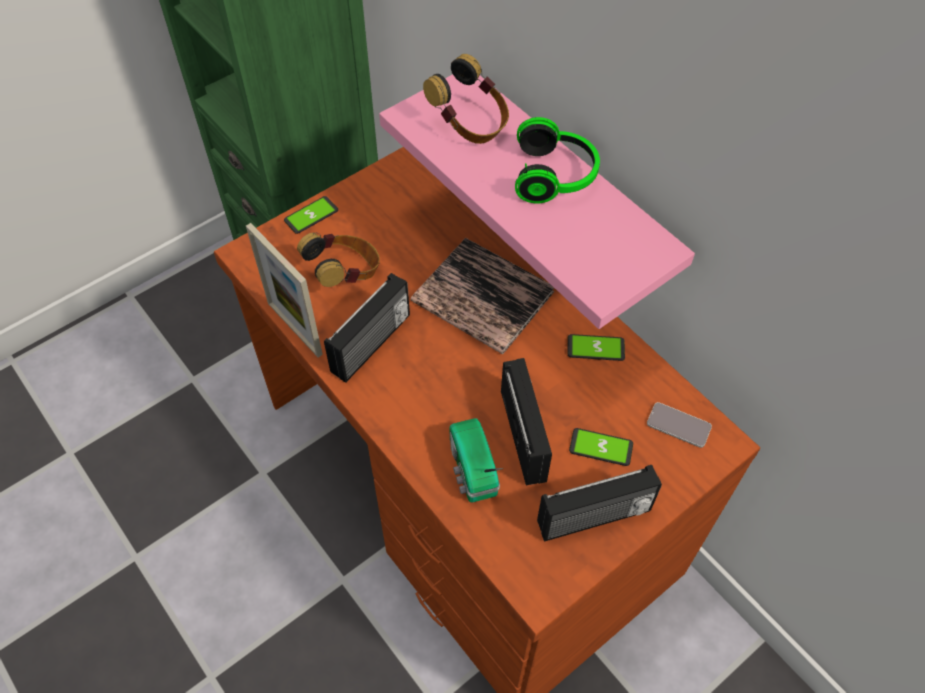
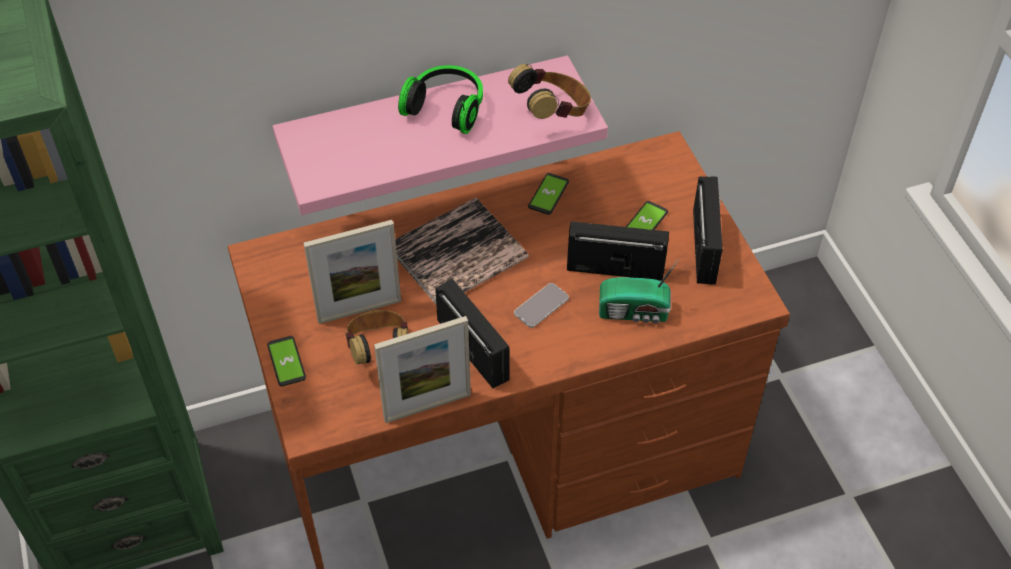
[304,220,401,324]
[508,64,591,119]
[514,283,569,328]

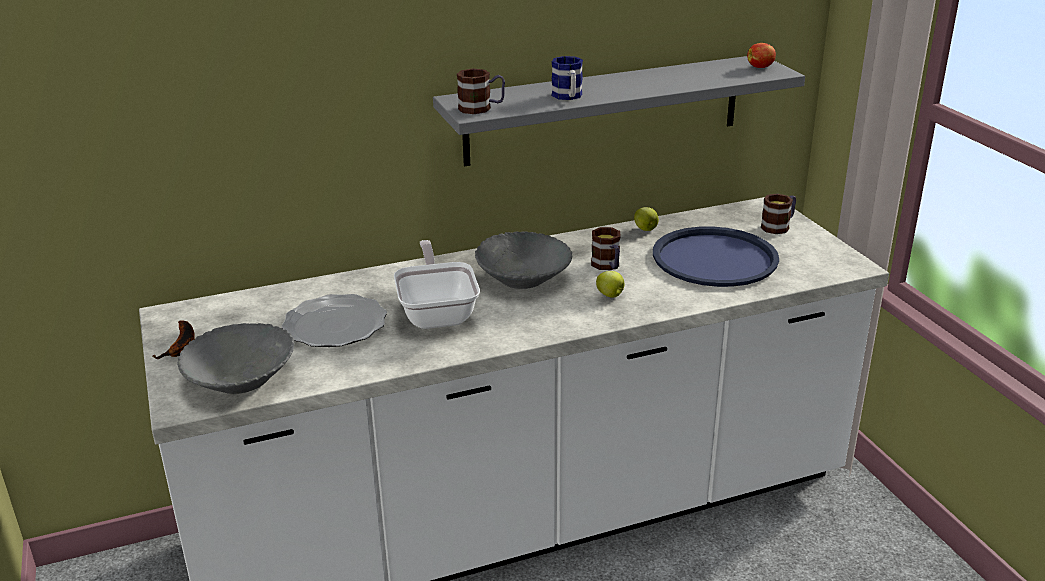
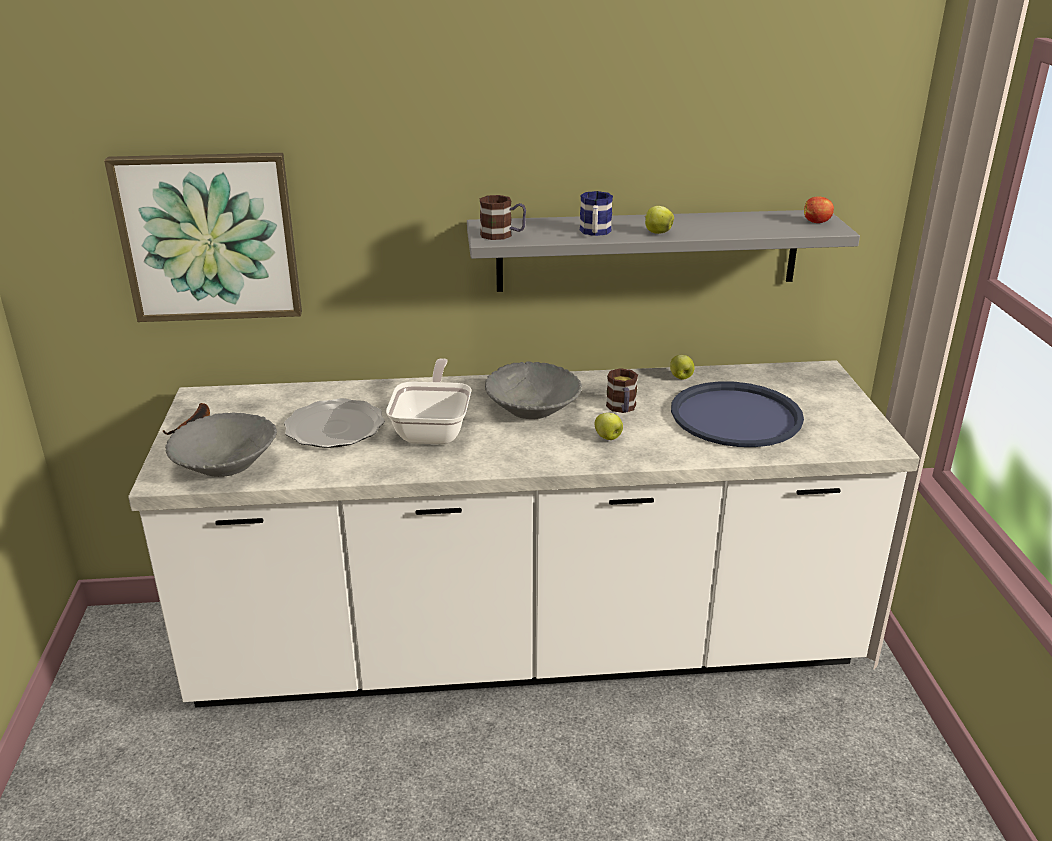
[104,153,302,322]
[645,206,674,234]
[760,194,796,234] (first image)

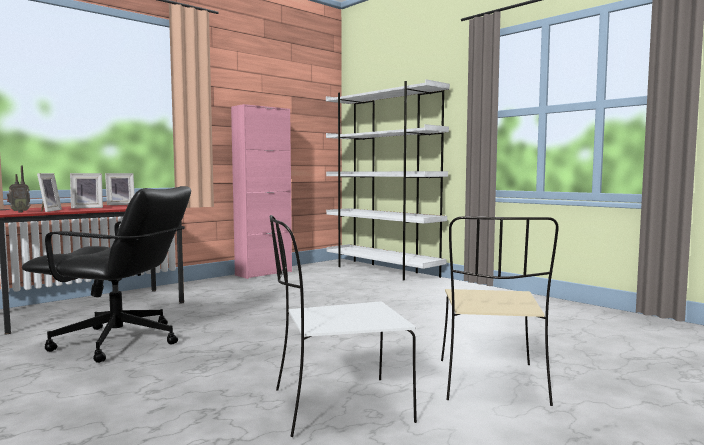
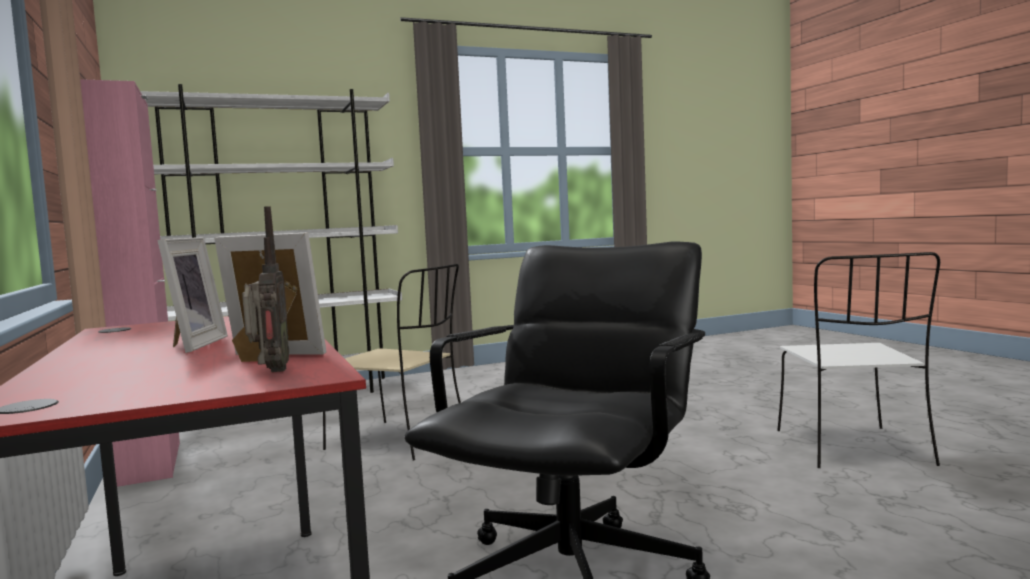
[323,264,461,461]
[105,173,135,205] (first image)

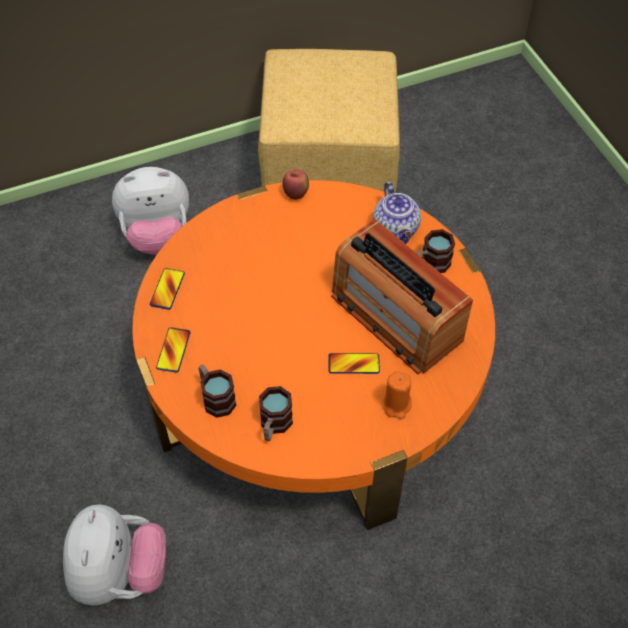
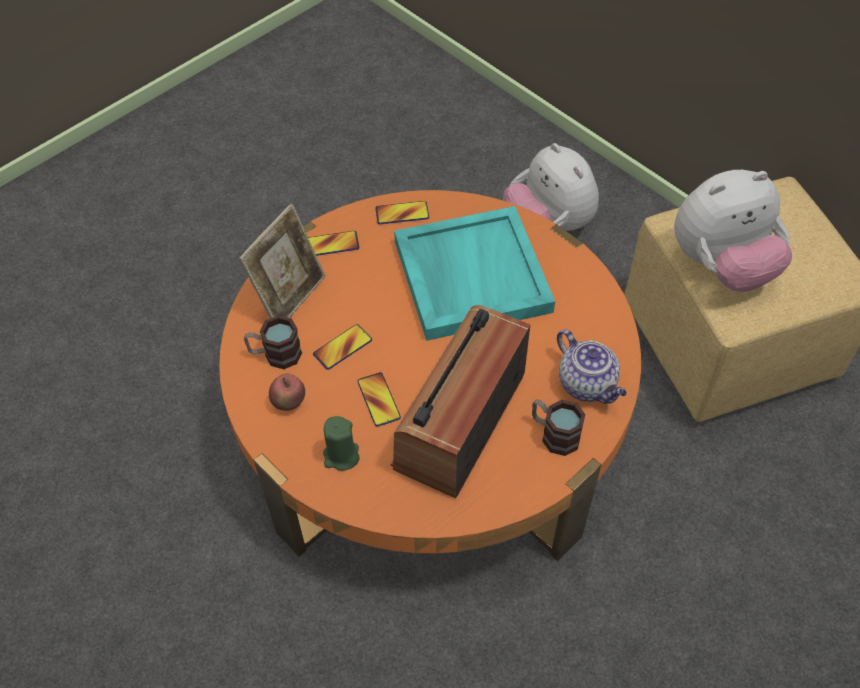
[239,204,326,318]
[269,374,305,411]
[313,324,372,370]
[323,416,359,471]
[394,206,555,341]
[557,329,627,404]
[674,170,792,292]

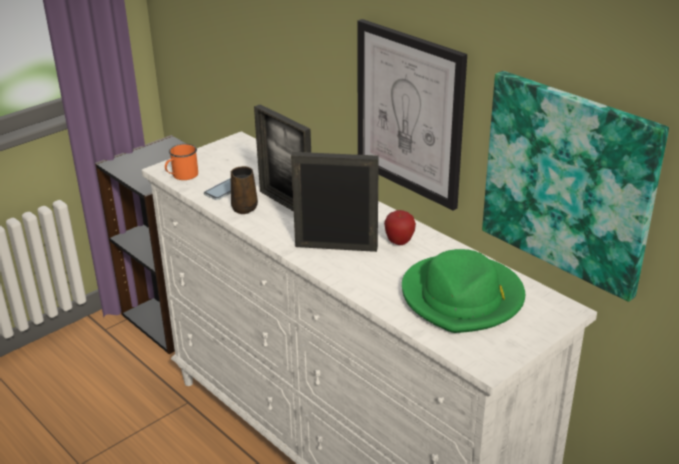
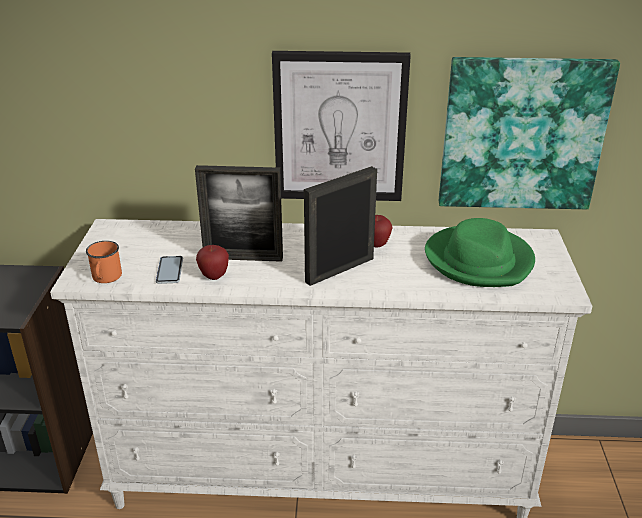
[196,245,229,280]

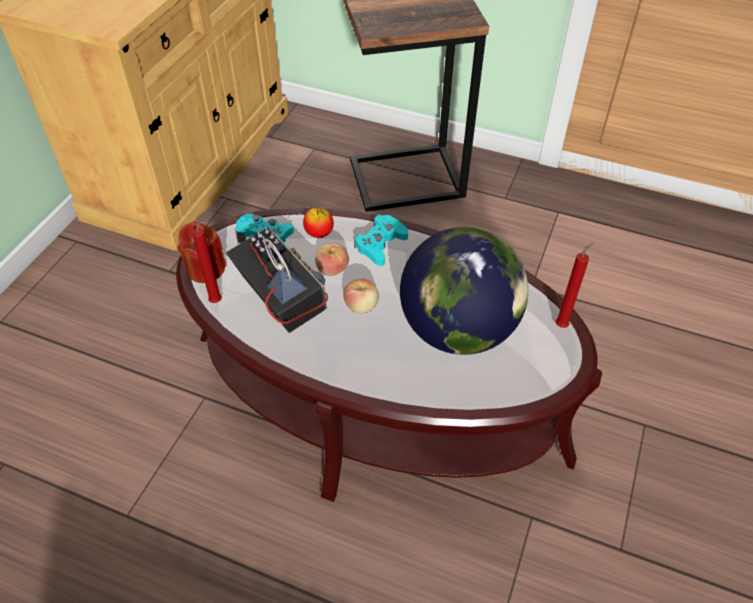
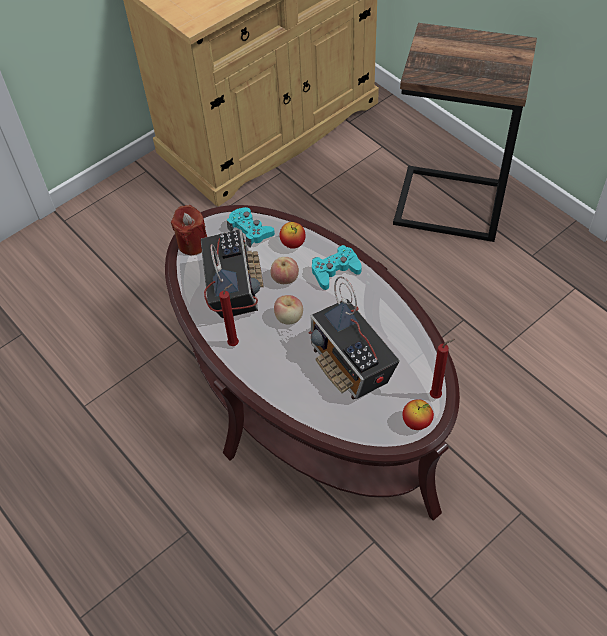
[219,284,239,346]
[309,276,400,400]
[402,399,434,430]

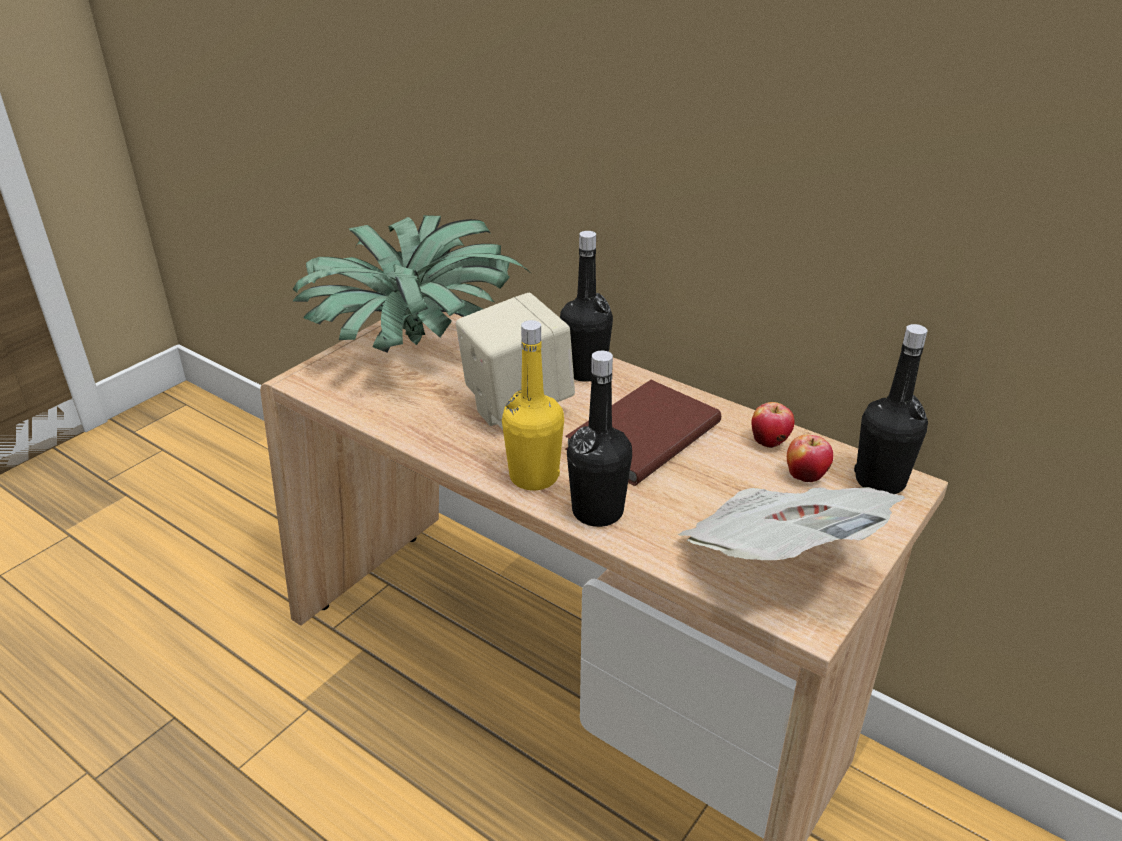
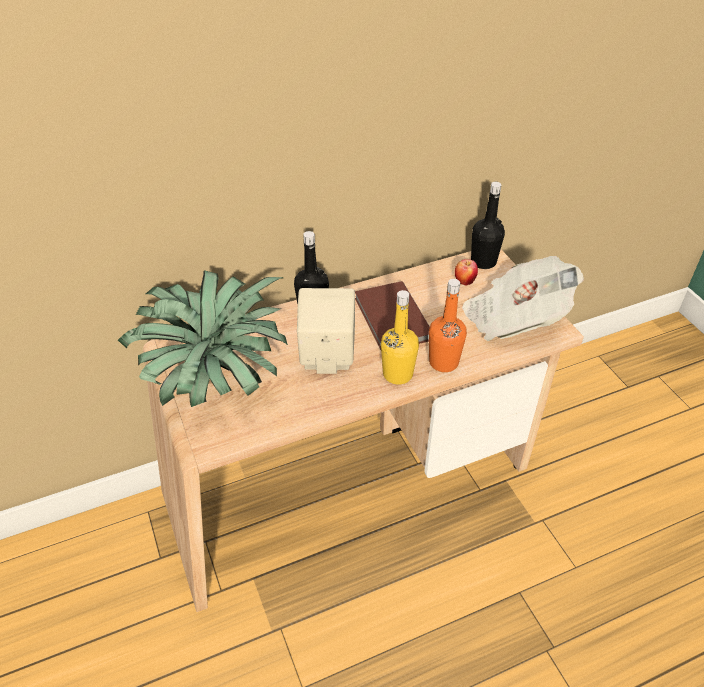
[429,279,467,372]
[751,402,795,448] (first image)

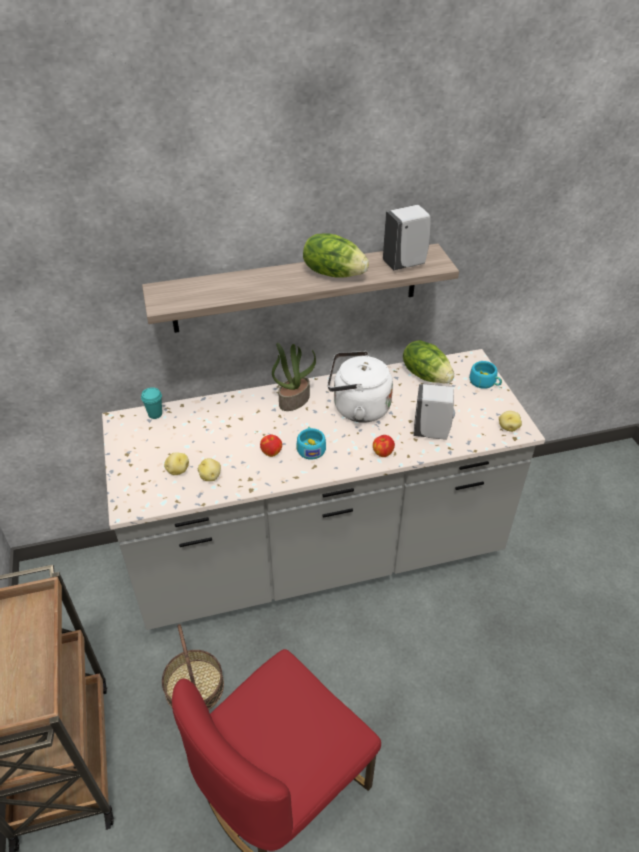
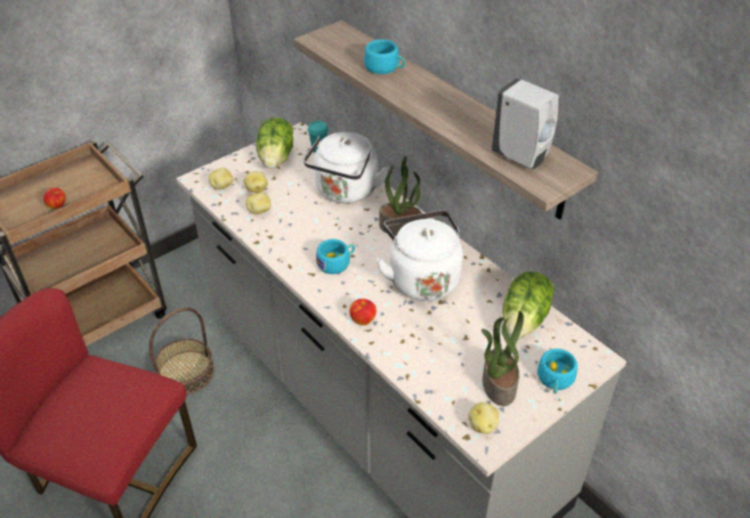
[43,187,66,209]
[208,168,233,190]
[256,118,293,169]
[304,132,389,203]
[364,39,406,74]
[481,311,524,406]
[414,384,455,440] (first image)

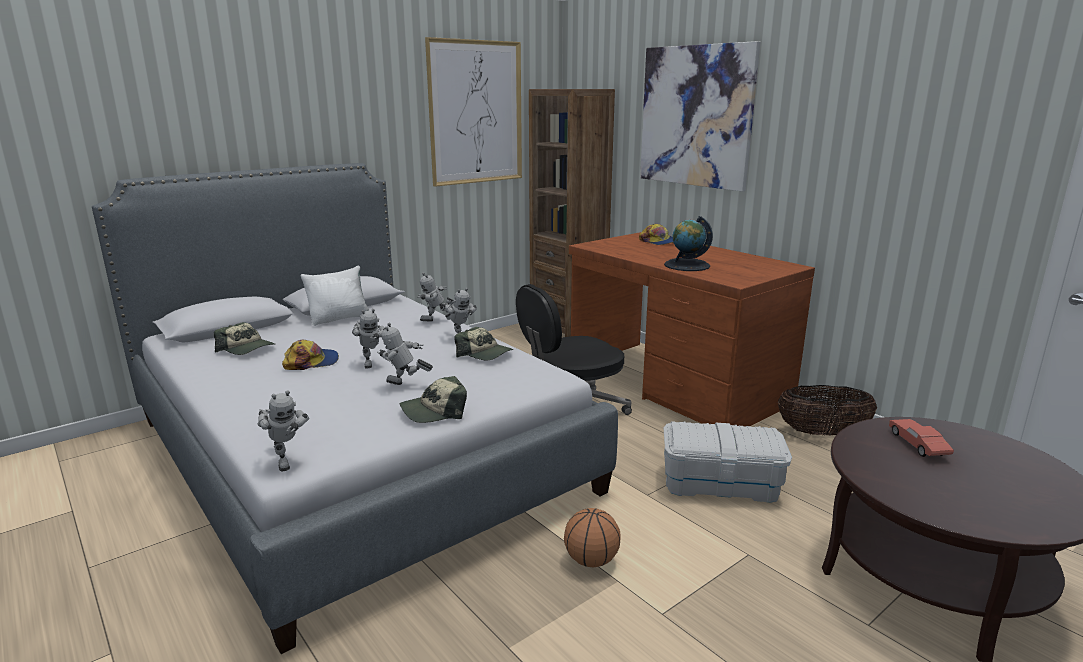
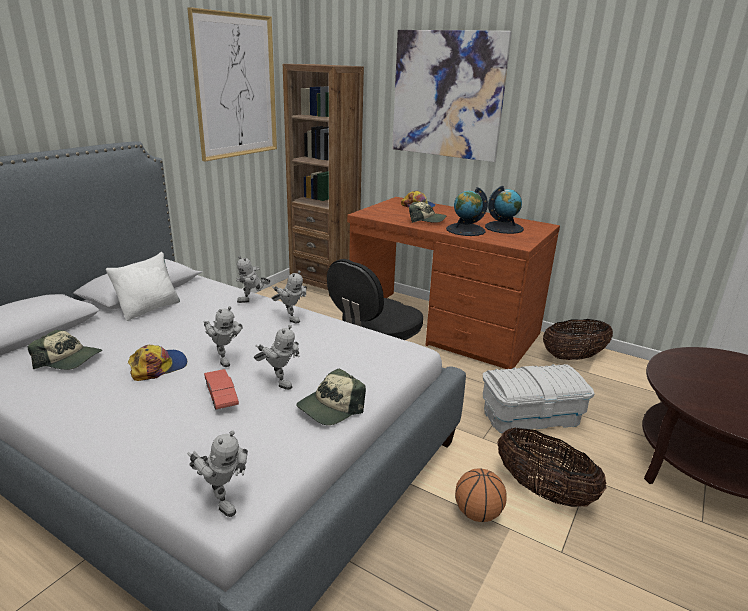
[204,369,239,409]
[254,325,299,390]
[409,202,447,223]
[485,186,524,234]
[497,428,606,507]

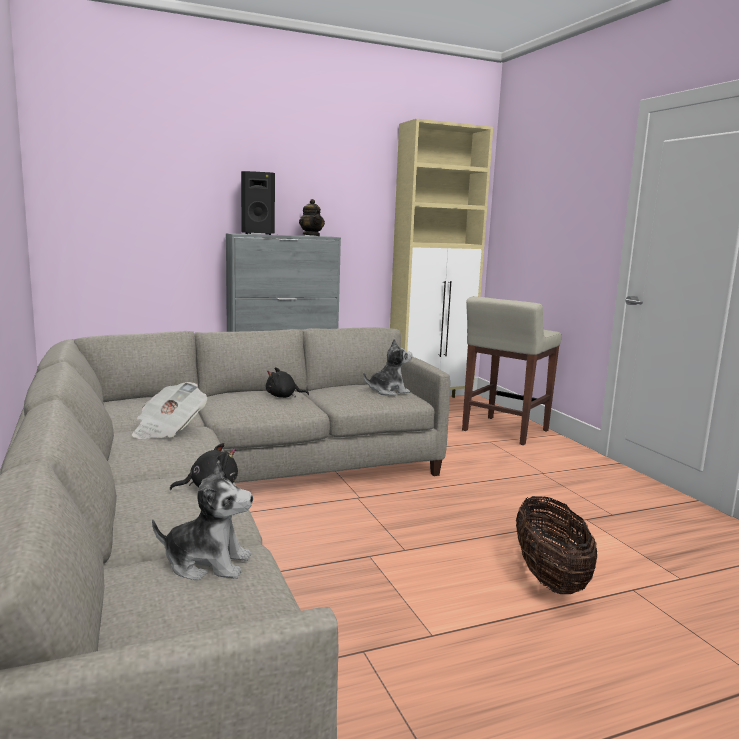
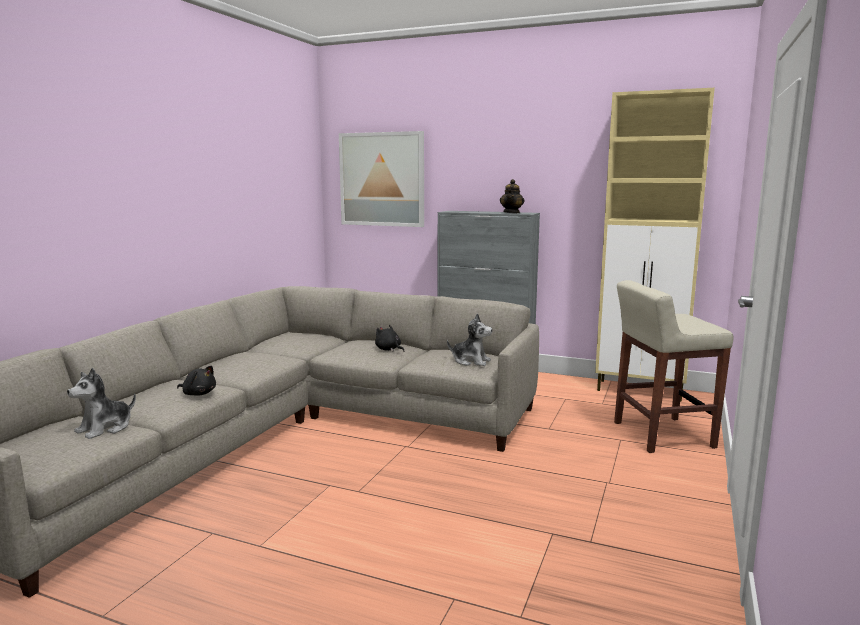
[67,368,136,439]
[339,131,424,227]
[132,382,207,439] (first image)
[241,171,275,235] (first image)
[516,496,597,594] (first image)

